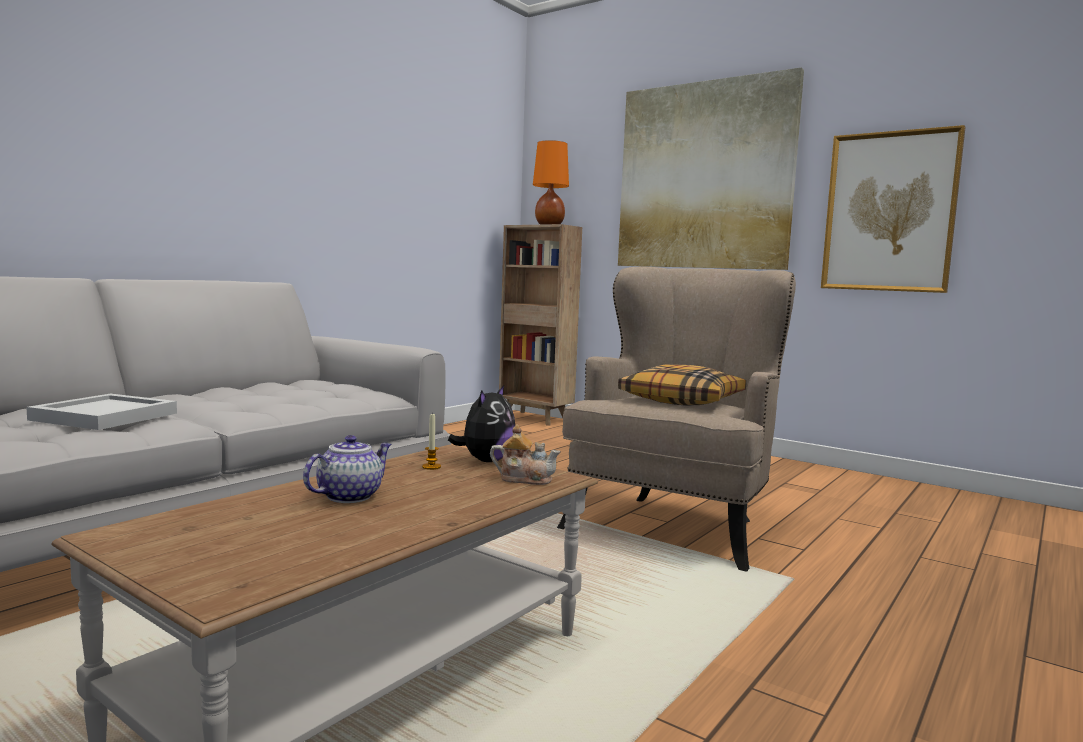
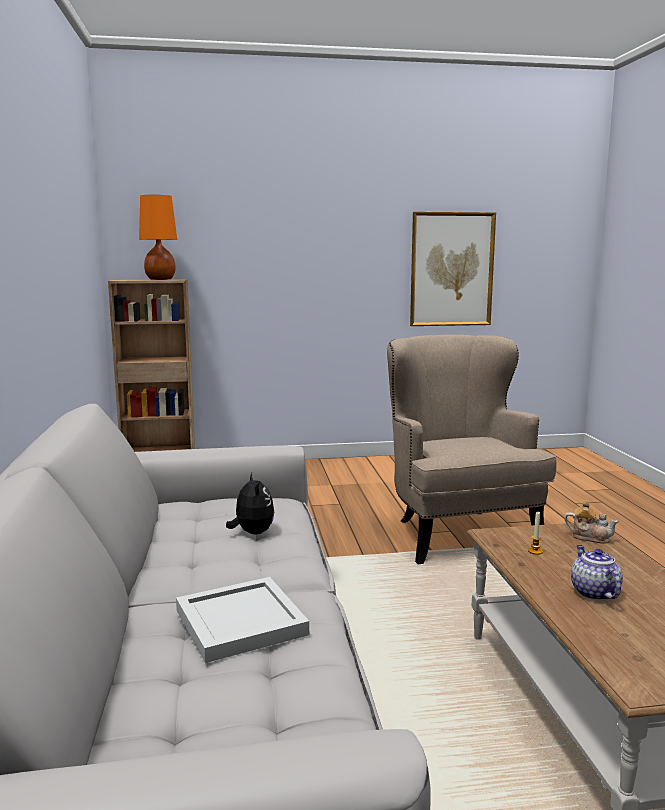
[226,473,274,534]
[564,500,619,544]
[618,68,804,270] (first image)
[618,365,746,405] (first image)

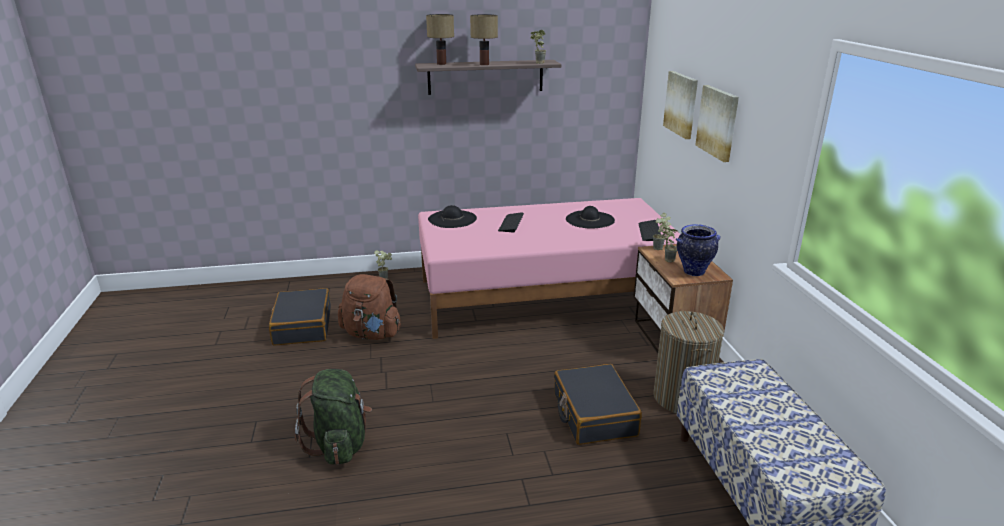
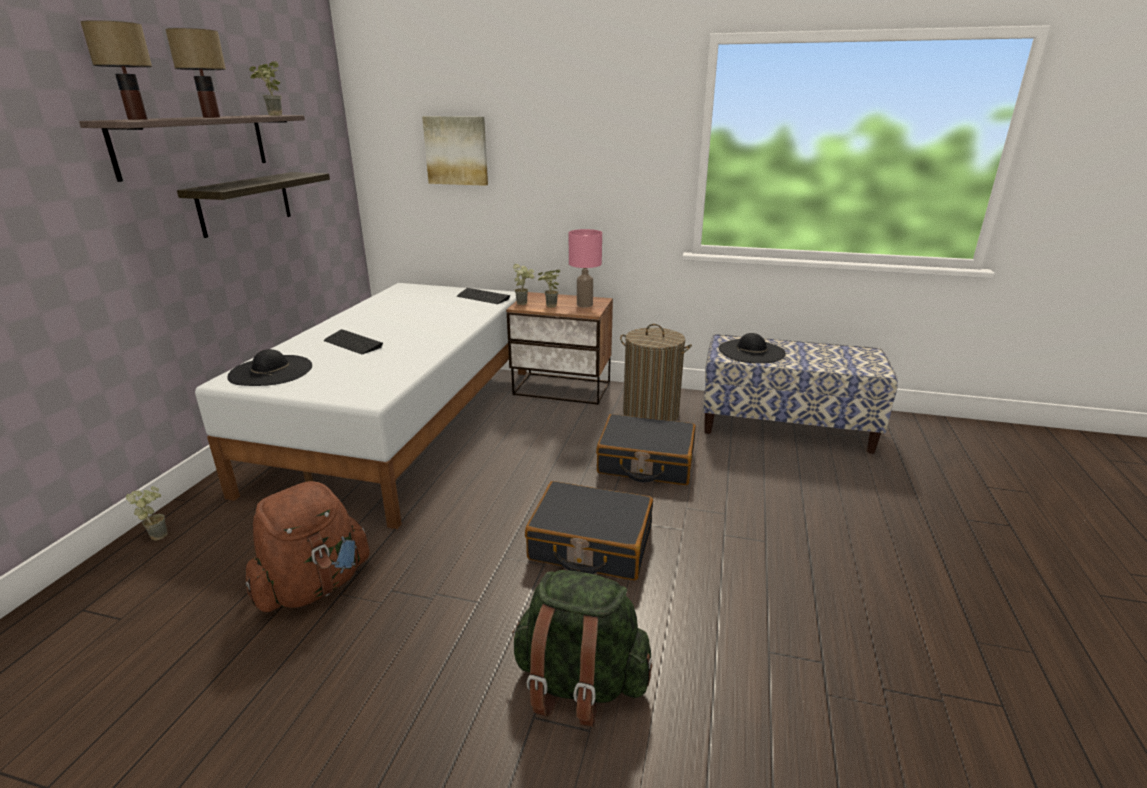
[177,172,330,238]
[195,283,526,529]
[525,481,653,580]
[569,229,602,307]
[719,333,786,363]
[695,85,739,162] (first image)

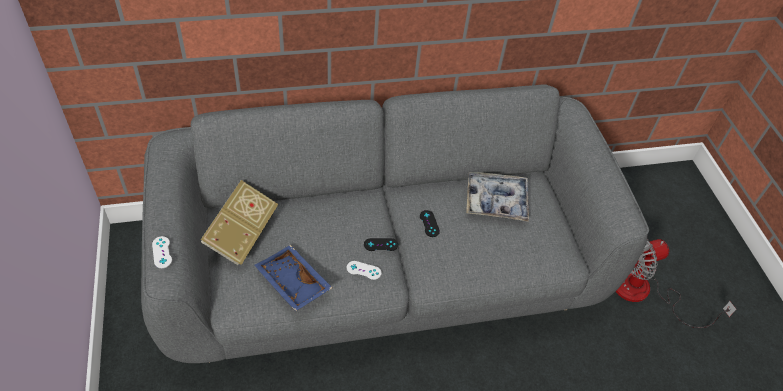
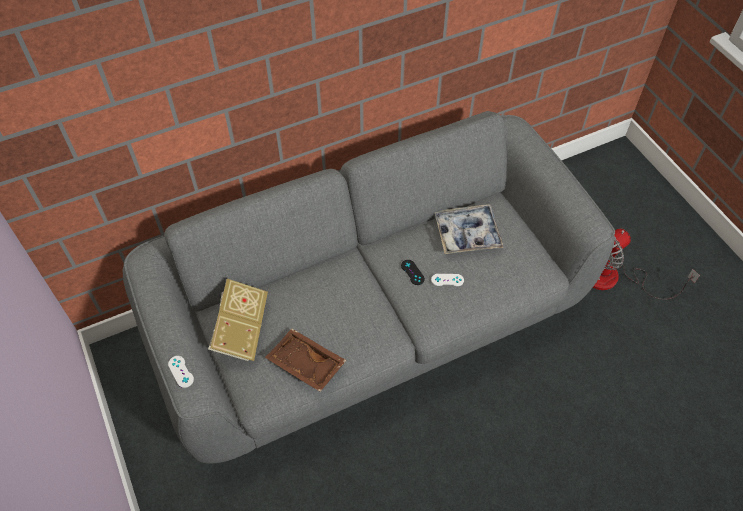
[265,329,347,392]
[431,274,464,286]
[364,238,398,251] (first image)

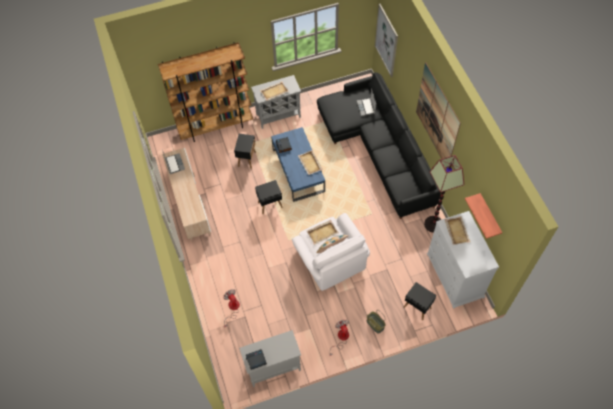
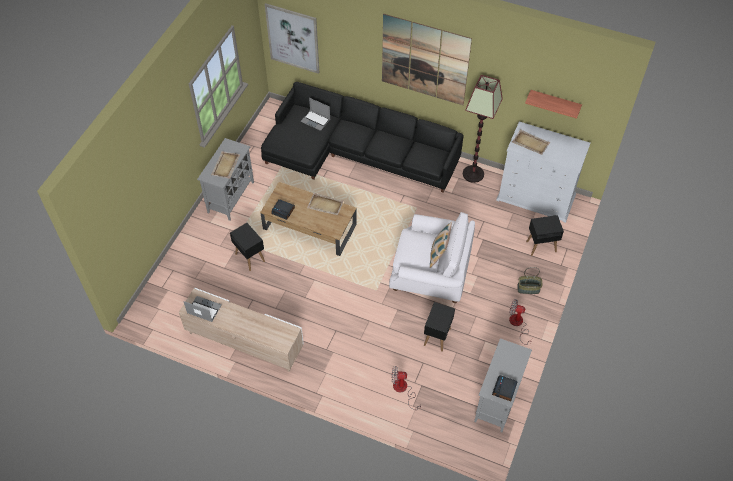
[260,182,357,256]
[424,302,455,352]
[158,42,253,142] (first image)
[307,220,339,245] (first image)

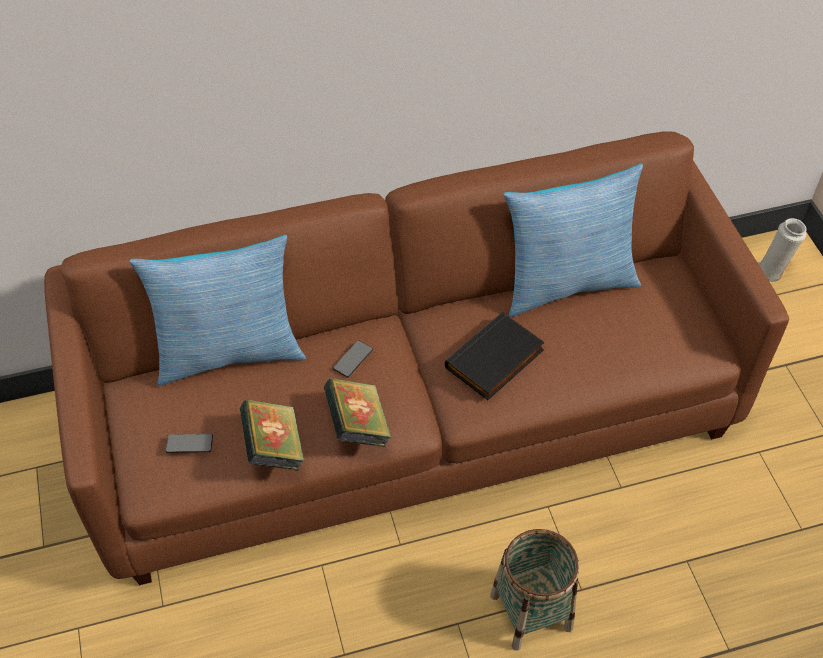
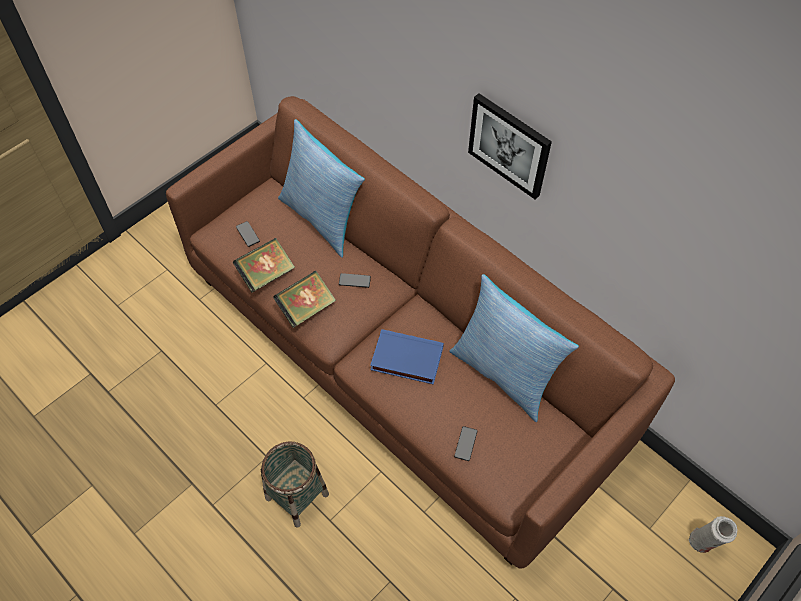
[370,329,444,385]
[454,426,477,461]
[468,93,552,199]

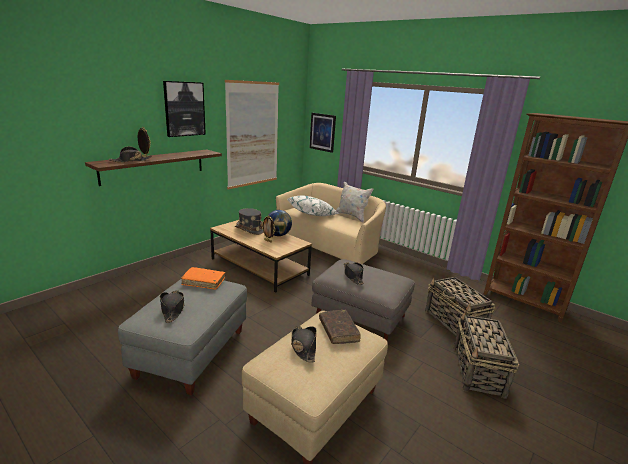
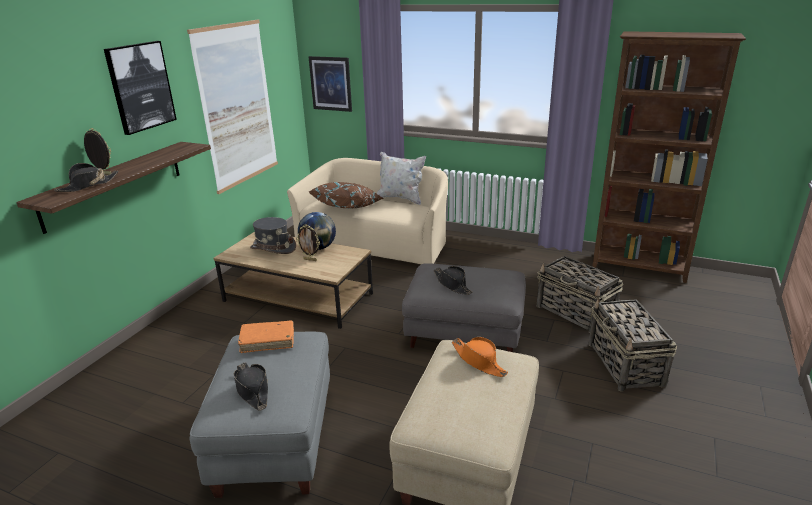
[309,182,384,208]
[452,337,508,377]
[291,326,316,363] (first image)

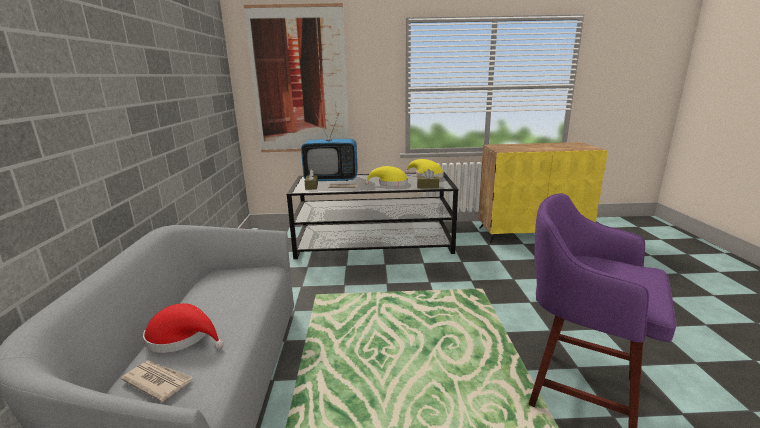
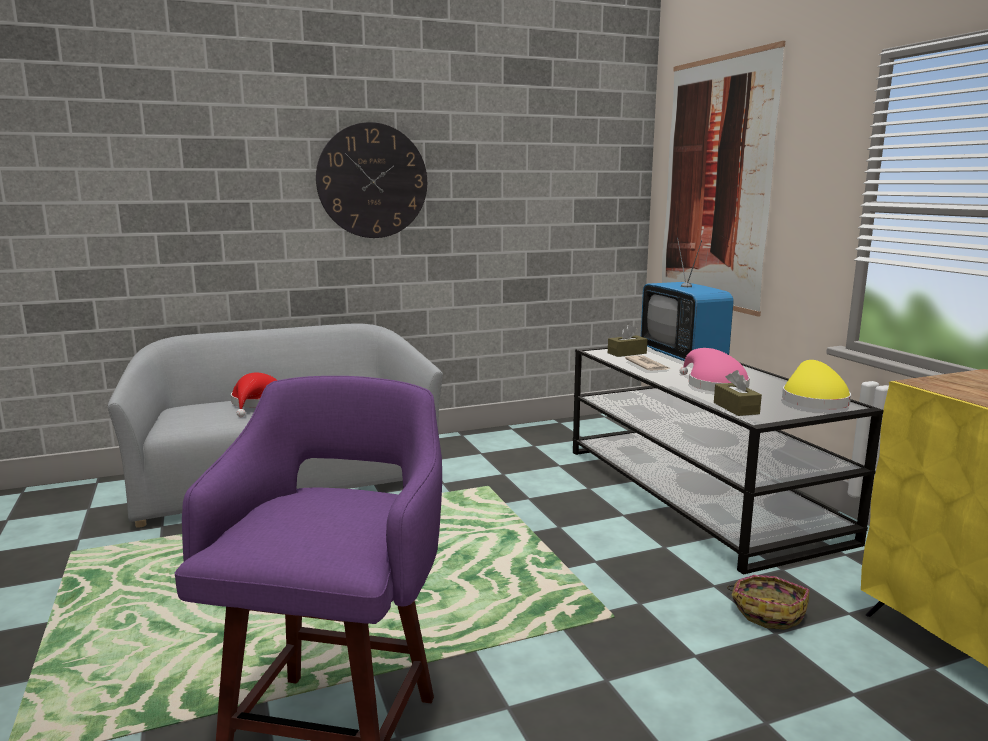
[316,122,427,238]
[680,348,750,392]
[727,575,810,630]
[121,361,193,402] (first image)

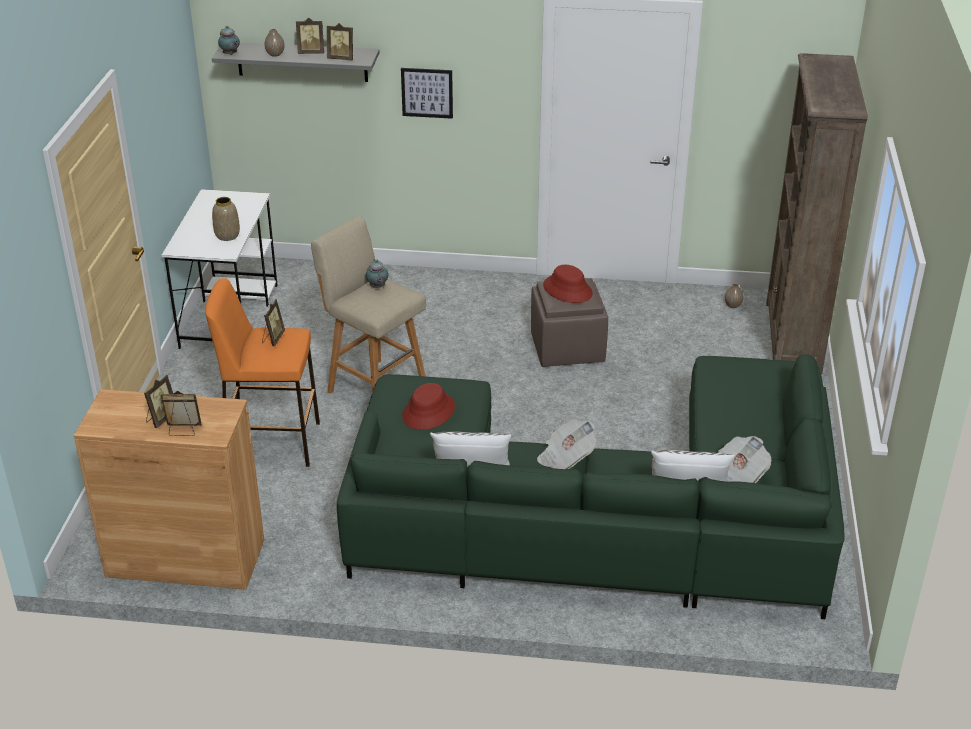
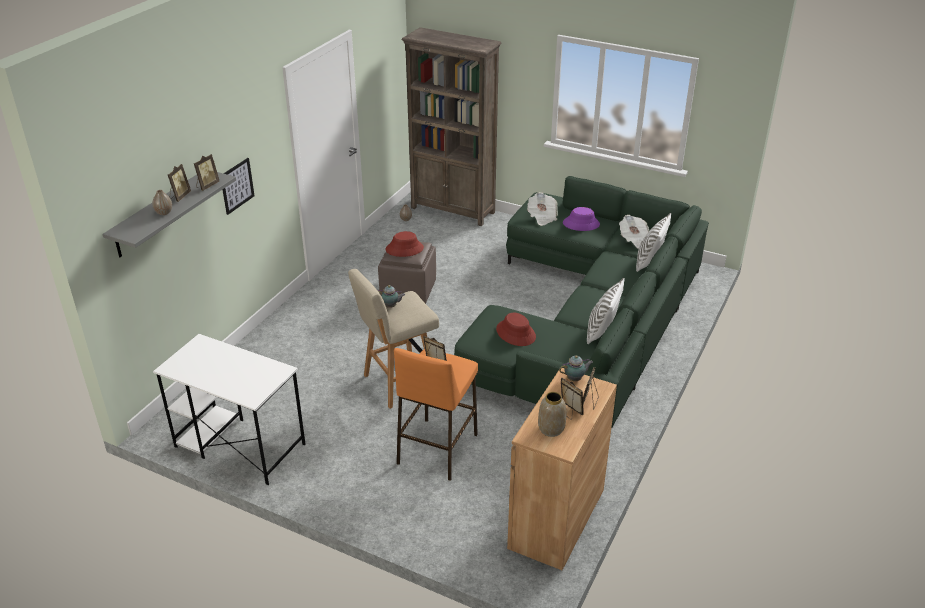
[527,192,558,226]
[538,392,566,437]
[559,355,593,381]
[563,207,600,231]

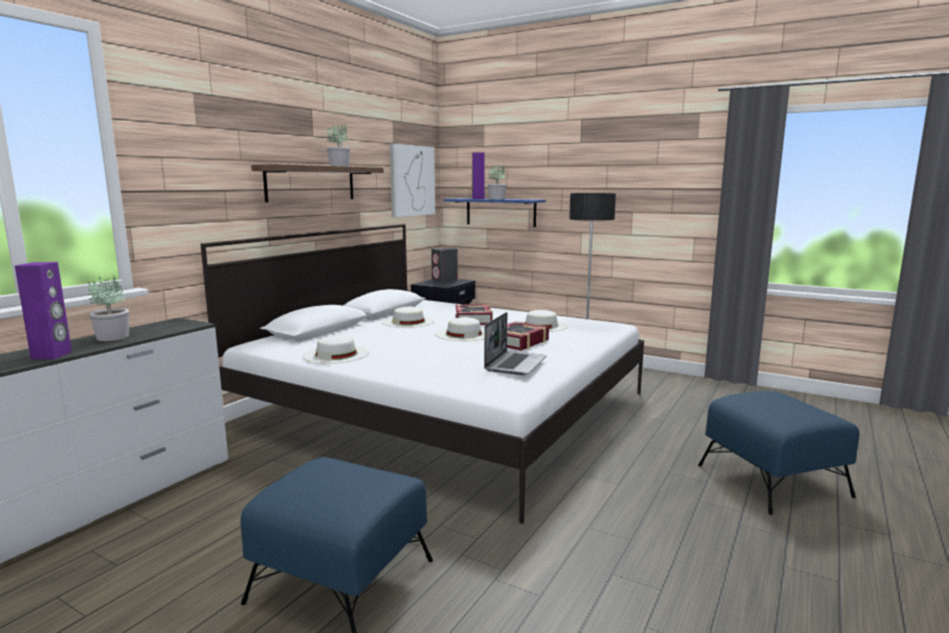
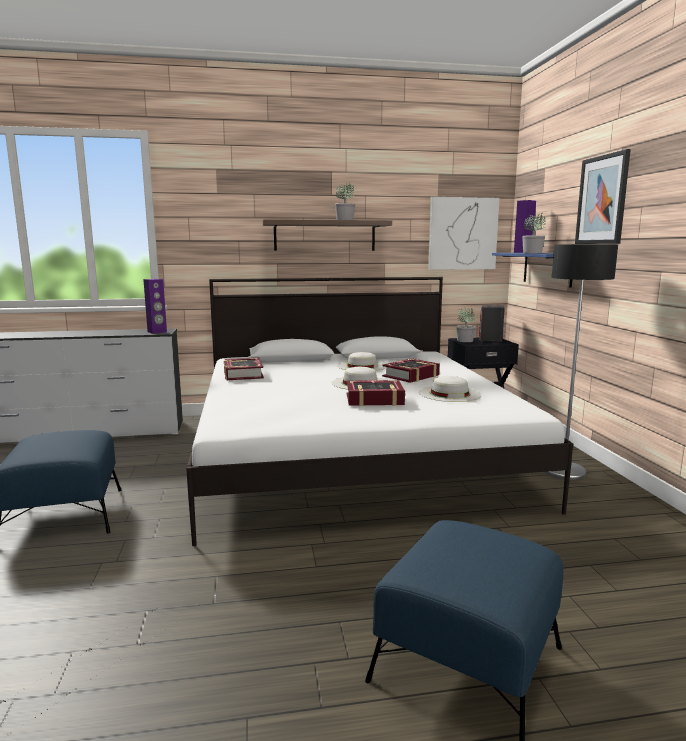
[143,279,167,334]
[224,358,264,380]
[456,308,476,342]
[575,149,631,244]
[484,312,546,375] (first image)

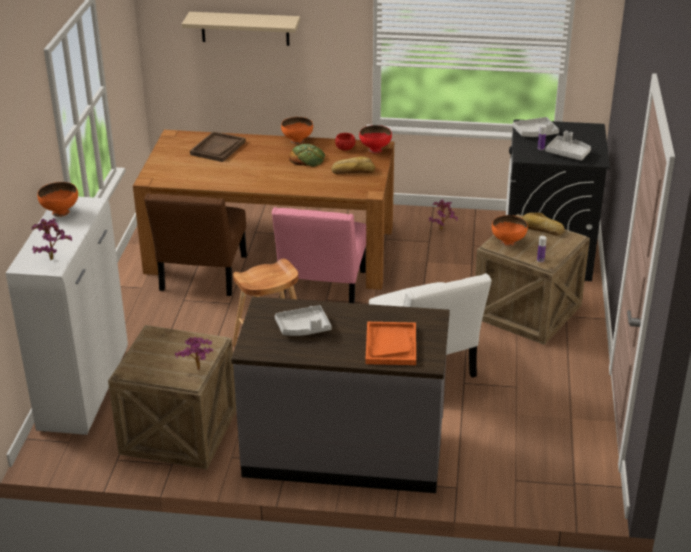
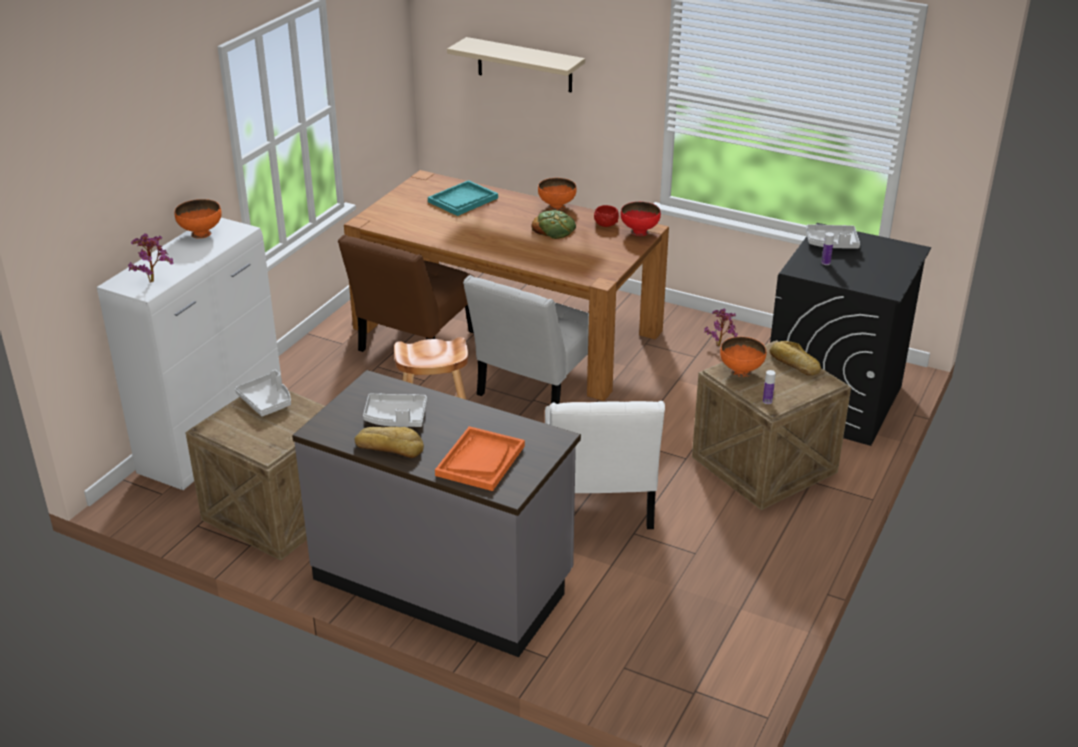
[235,370,291,417]
[355,427,424,458]
[428,180,498,216]
[463,275,589,404]
[175,337,213,370] (first image)

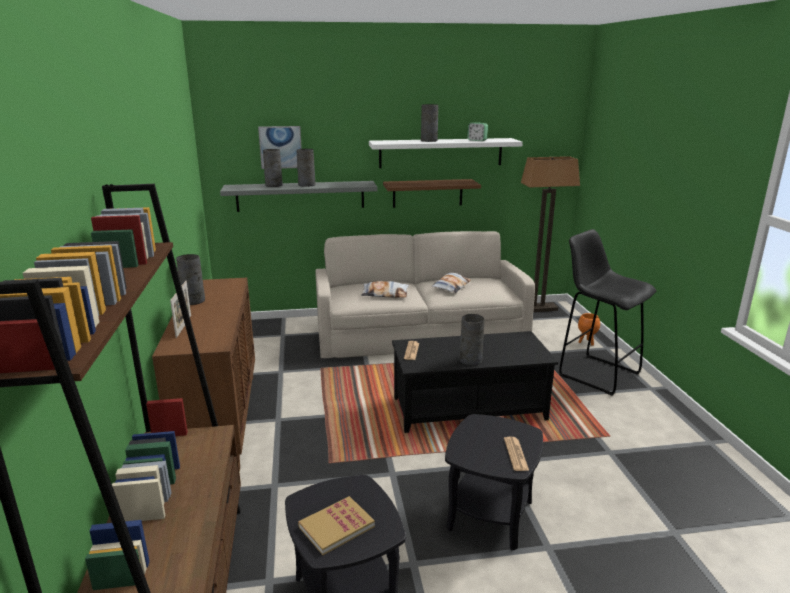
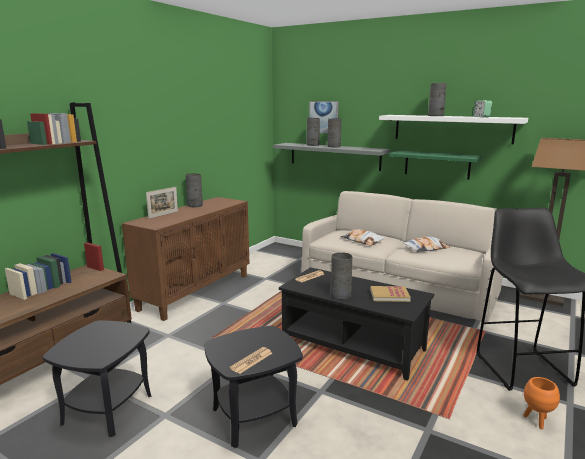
[370,286,411,302]
[388,150,482,180]
[523,377,560,429]

